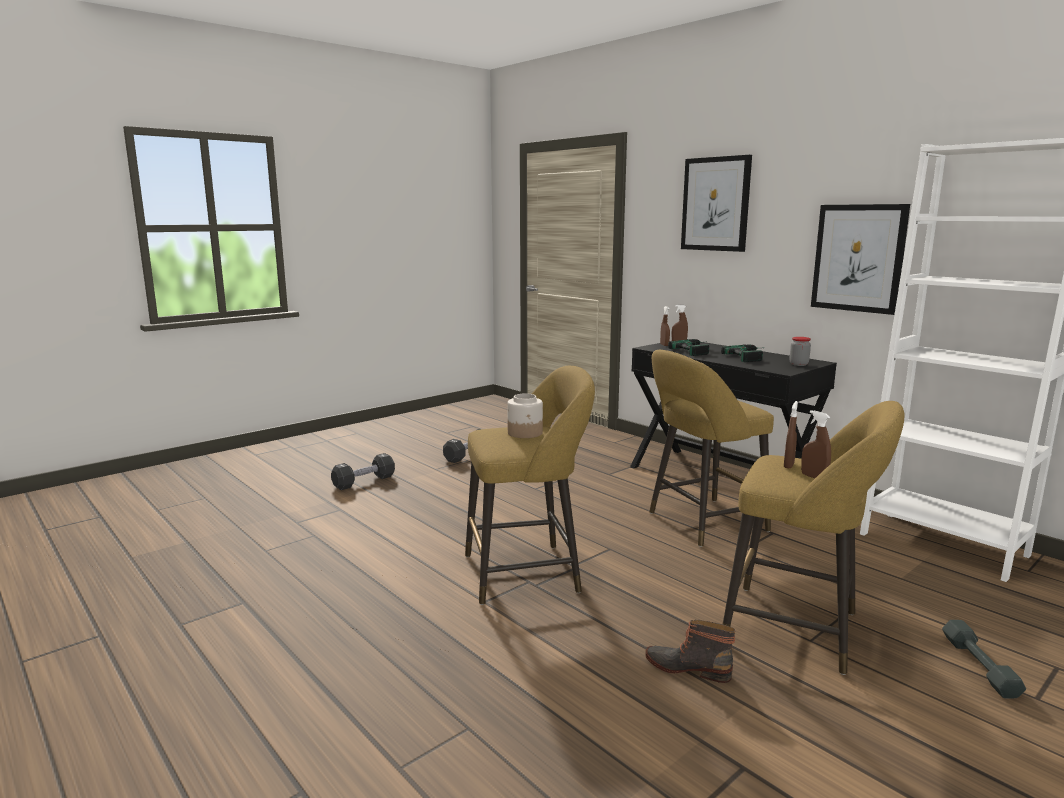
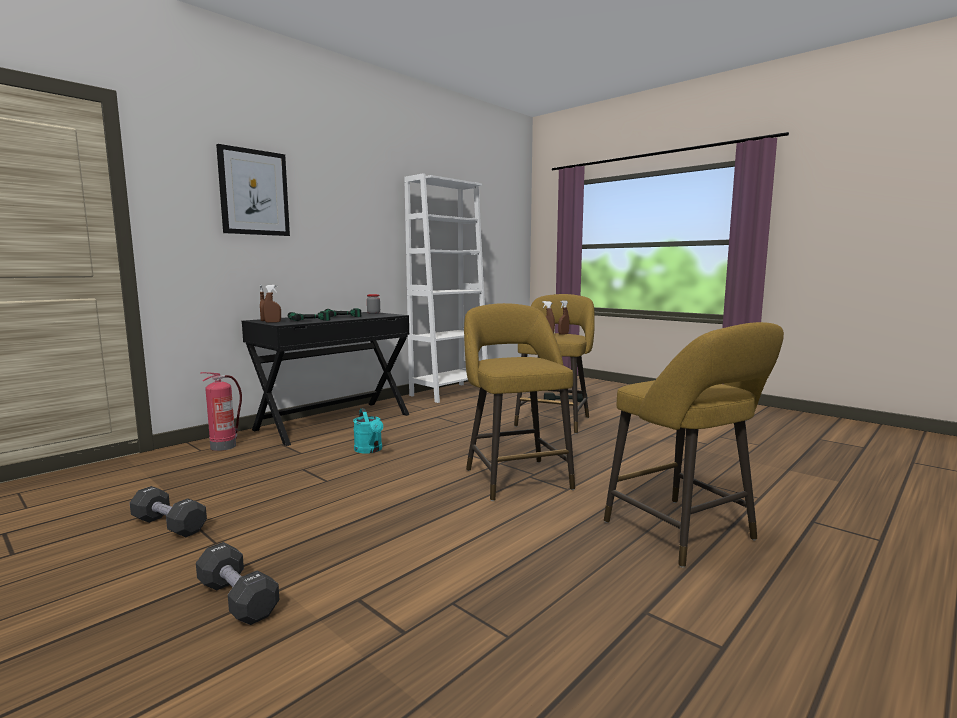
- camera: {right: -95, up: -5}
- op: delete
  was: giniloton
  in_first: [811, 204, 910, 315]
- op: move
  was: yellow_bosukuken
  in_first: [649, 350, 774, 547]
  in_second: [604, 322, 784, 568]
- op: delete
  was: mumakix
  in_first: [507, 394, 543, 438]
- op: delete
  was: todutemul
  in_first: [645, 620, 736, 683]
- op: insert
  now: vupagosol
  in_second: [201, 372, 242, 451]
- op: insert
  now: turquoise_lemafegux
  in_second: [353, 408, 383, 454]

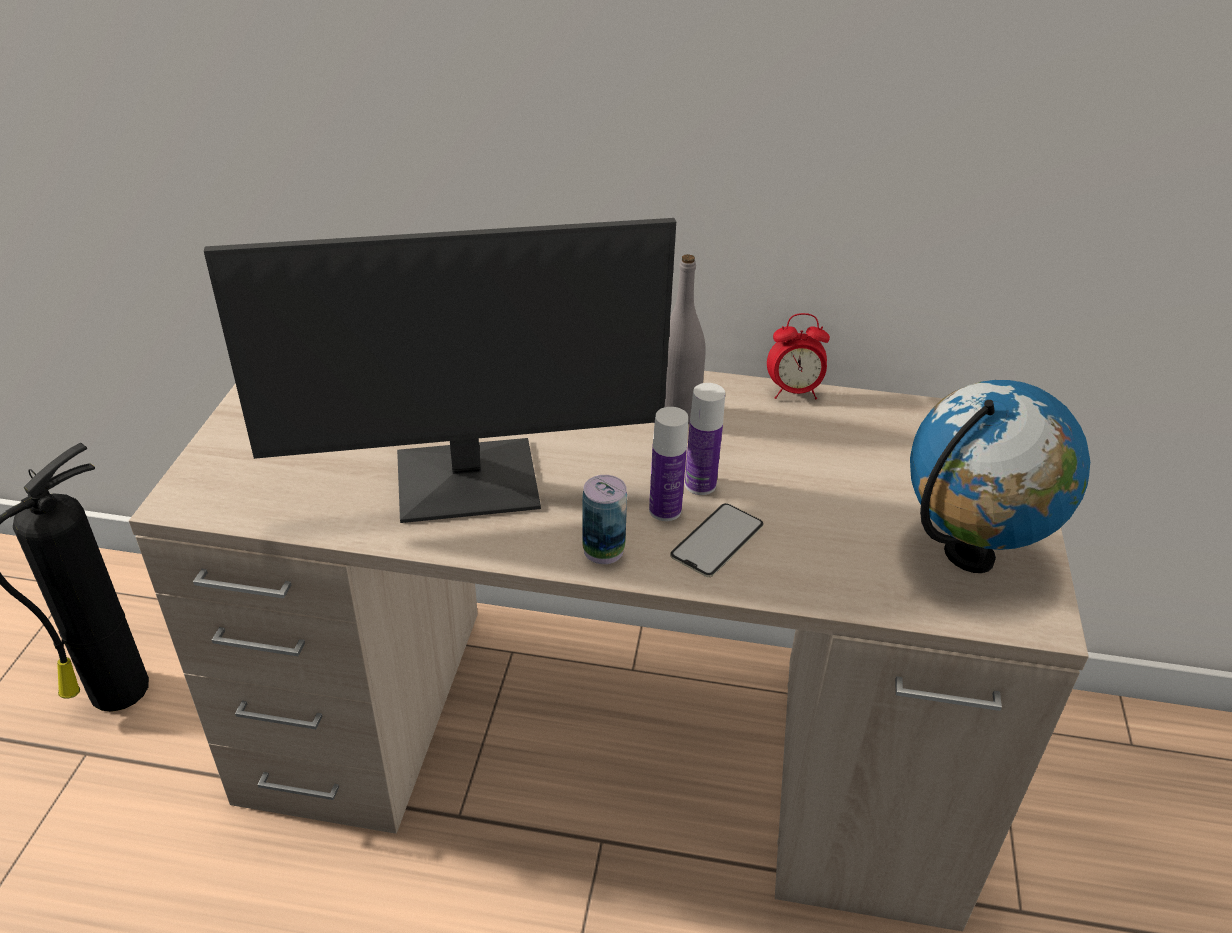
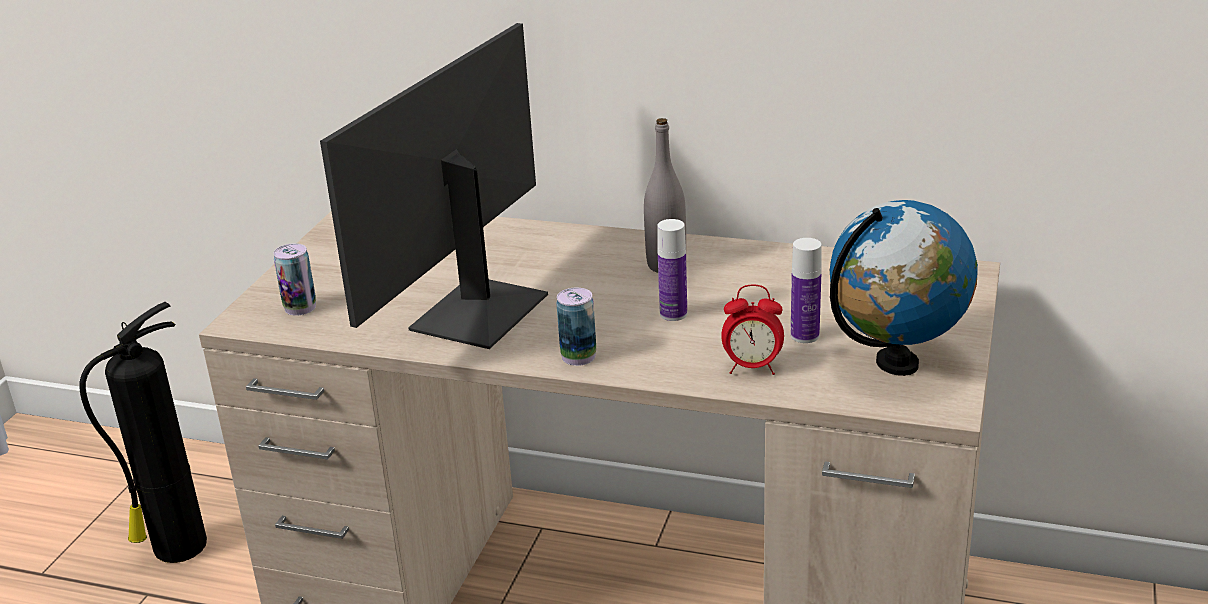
- camera: {right: 10, up: -10}
- op: rotate
  was: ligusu
  in_first: [204, 218, 676, 523]
  in_second: [320, 23, 548, 349]
  clockwise: 120
- op: move
  was: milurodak
  in_first: [767, 313, 830, 399]
  in_second: [721, 284, 784, 375]
- op: move
  was: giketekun
  in_first: [649, 407, 688, 521]
  in_second: [791, 238, 822, 343]
- op: delete
  was: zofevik
  in_first: [670, 503, 763, 577]
- op: insert
  now: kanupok
  in_second: [273, 243, 316, 316]

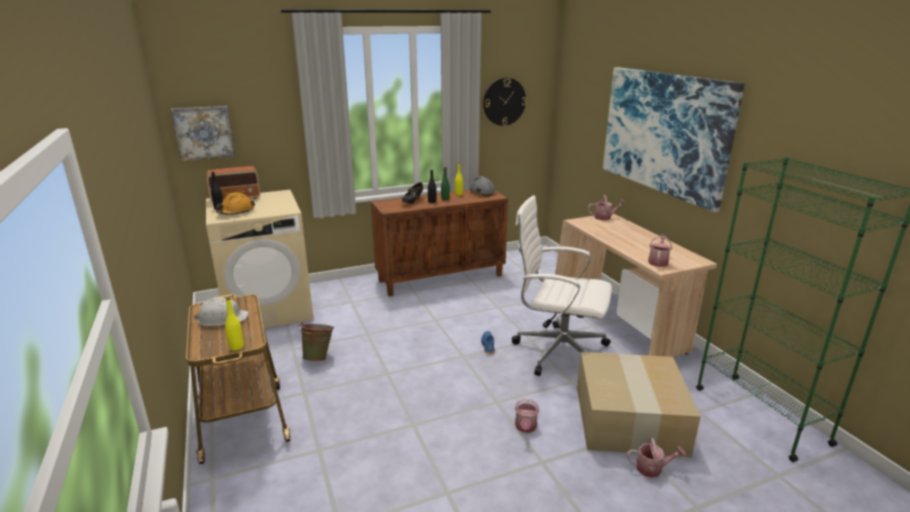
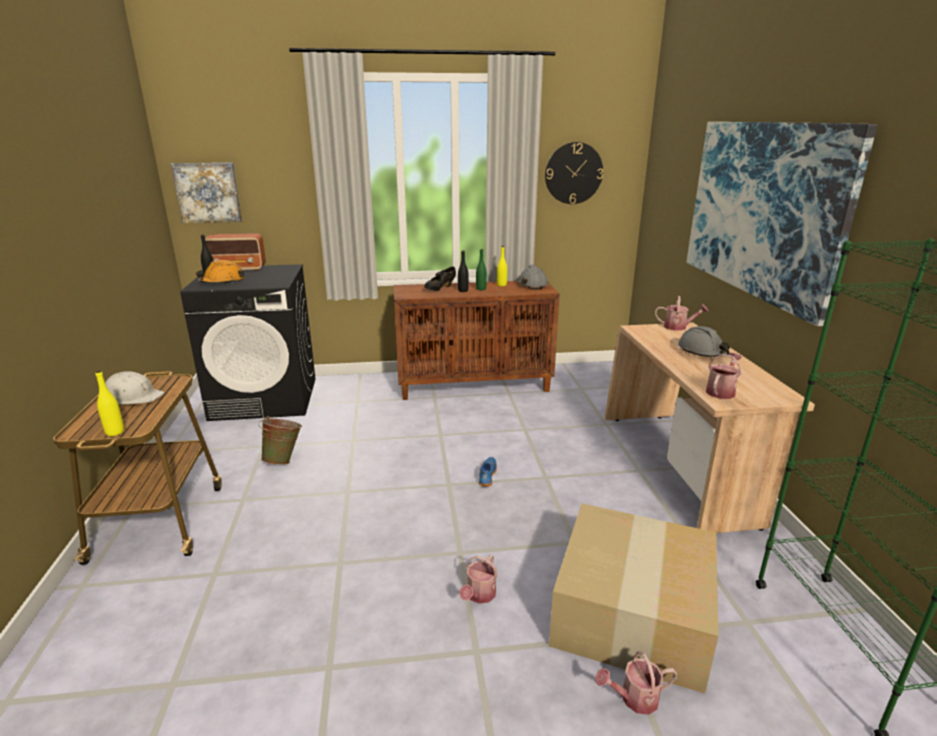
- camera: {right: 15, up: 0}
- op: recolor
  was: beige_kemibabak
  now: black_kemibabak
  in_first: [206, 190, 314, 331]
  in_second: [180, 264, 315, 421]
- op: delete
  was: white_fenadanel
  in_first: [512, 195, 612, 376]
- op: rotate
  was: lemafegux
  in_first: [626, 438, 686, 478]
  in_second: [595, 651, 678, 715]
  clockwise: 150
- op: insert
  now: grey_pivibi
  in_second: [678, 326, 730, 357]

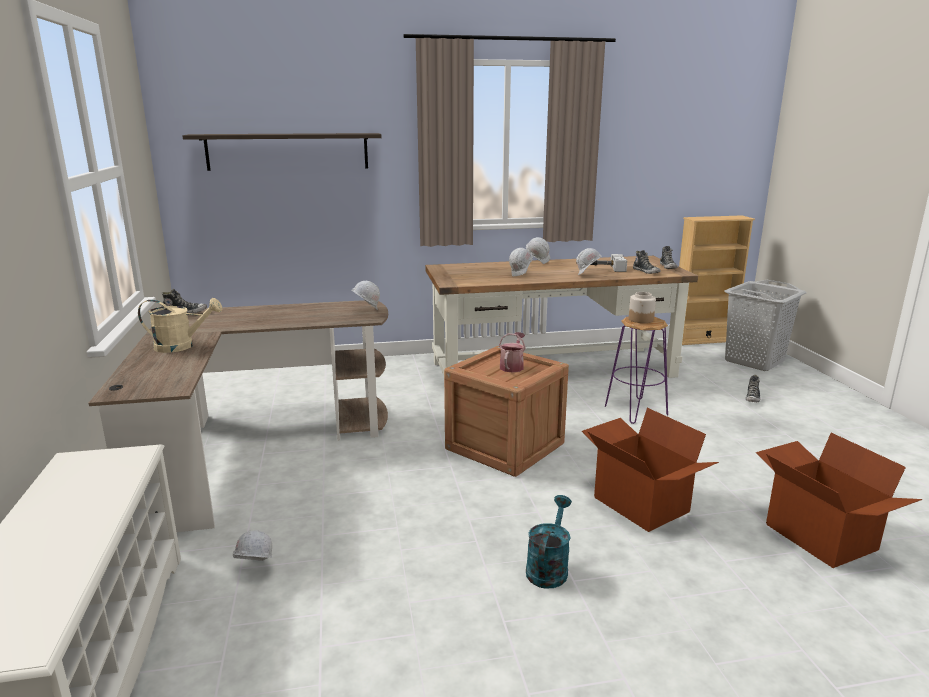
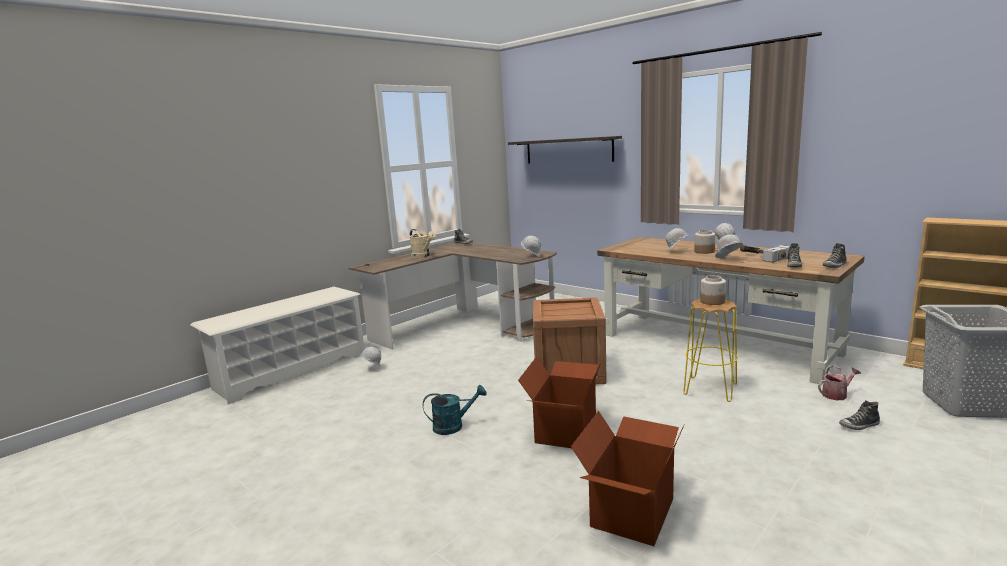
- camera: {right: 55, up: -5}
- op: recolor
  was: purple_bosukuken
  now: yellow_bosukuken
  in_first: [605, 317, 668, 424]
  in_second: [683, 299, 738, 402]
- op: move
  was: lemafegux
  in_first: [499, 332, 526, 372]
  in_second: [818, 365, 861, 400]
- op: insert
  now: mumakix
  in_second: [694, 230, 715, 254]

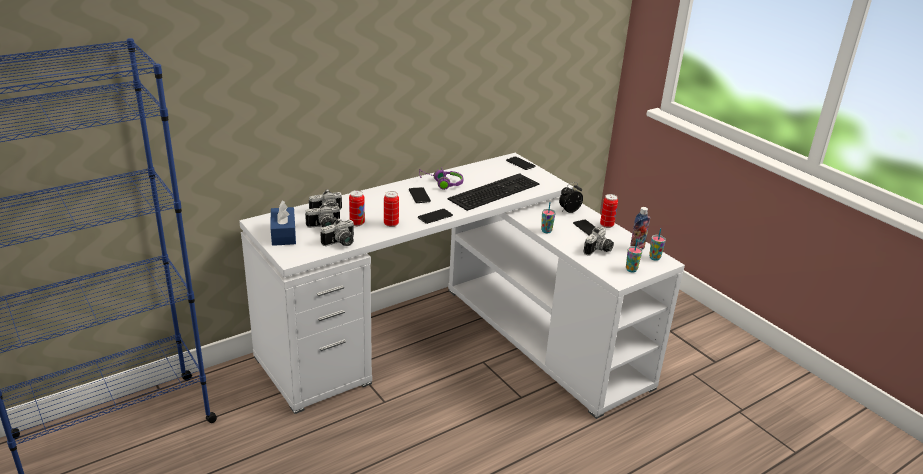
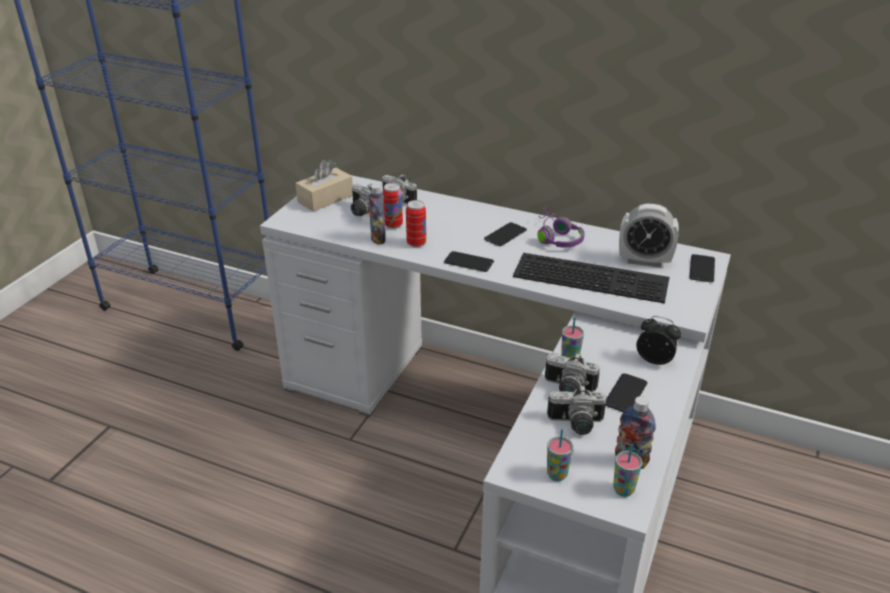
- camera: {right: 60, up: 5}
- op: delete
  was: kanupok
  in_first: [600, 194, 618, 228]
- op: recolor
  was: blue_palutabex
  now: beige_palutabex
  in_first: [271, 200, 296, 246]
  in_second: [295, 160, 353, 212]
- op: move
  was: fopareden
  in_first: [320, 218, 354, 246]
  in_second: [545, 353, 600, 392]
- op: insert
  now: giketekun
  in_second: [369, 184, 386, 245]
- op: insert
  now: milurodak
  in_second: [619, 204, 678, 267]

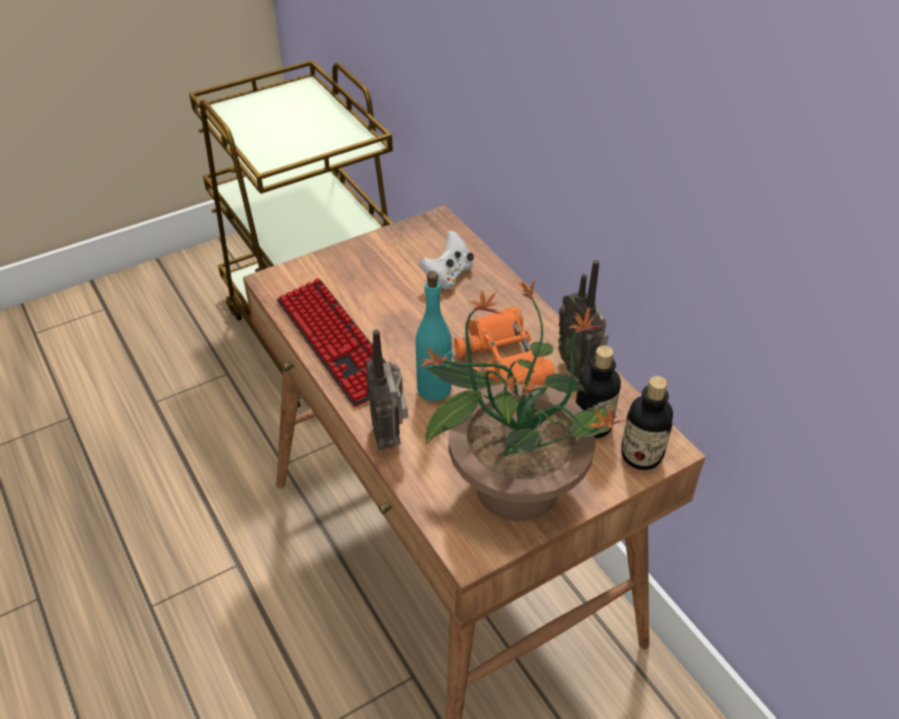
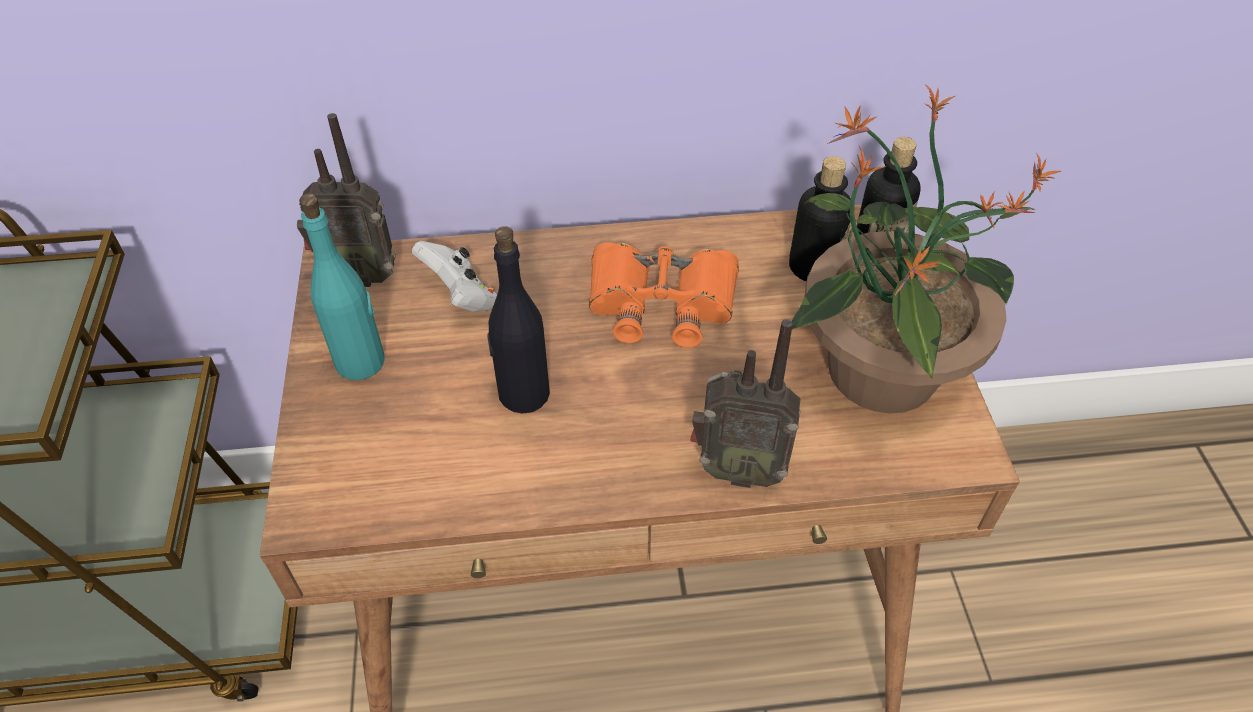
- camera: {right: -65, up: 5}
- op: move
  was: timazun
  in_first: [558, 260, 609, 379]
  in_second: [297, 113, 396, 287]
- op: move
  was: turquoise_giketekun
  in_first: [415, 271, 453, 401]
  in_second: [299, 193, 385, 380]
- op: delete
  was: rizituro
  in_first: [276, 278, 387, 407]
- op: insert
  now: black_giketekun
  in_second: [487, 226, 550, 413]

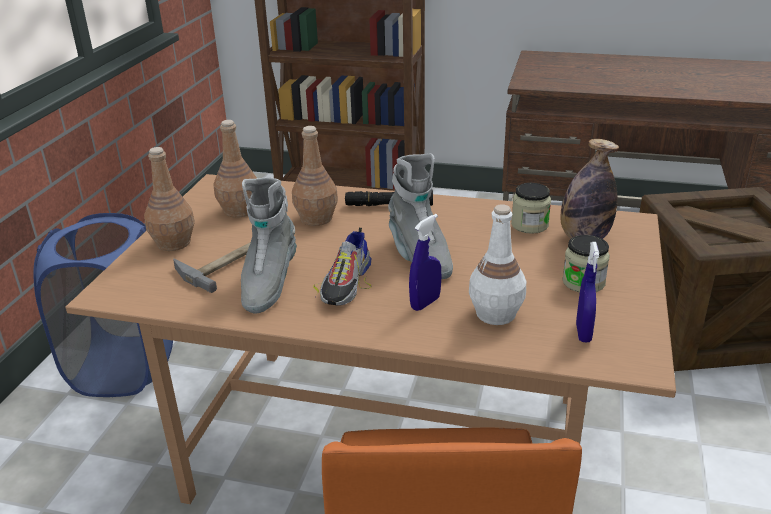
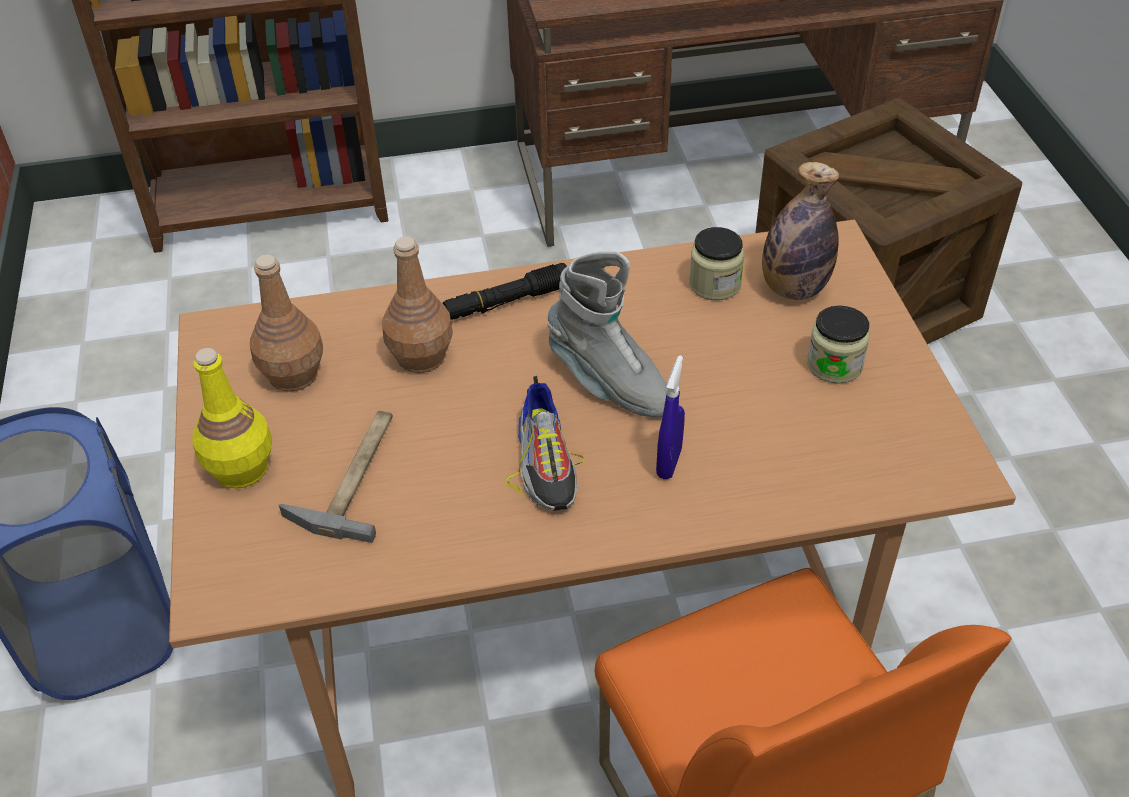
- camera: {right: -25, up: 15}
- op: recolor
  was: brown_giketekun
  now: yellow_giketekun
  in_first: [144, 147, 195, 251]
  in_second: [192, 348, 272, 488]
- op: delete
  was: grey_todutemul
  in_first: [241, 178, 297, 314]
- op: delete
  was: white_giketekun
  in_first: [469, 204, 526, 325]
- op: delete
  was: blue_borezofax
  in_first: [576, 242, 599, 343]

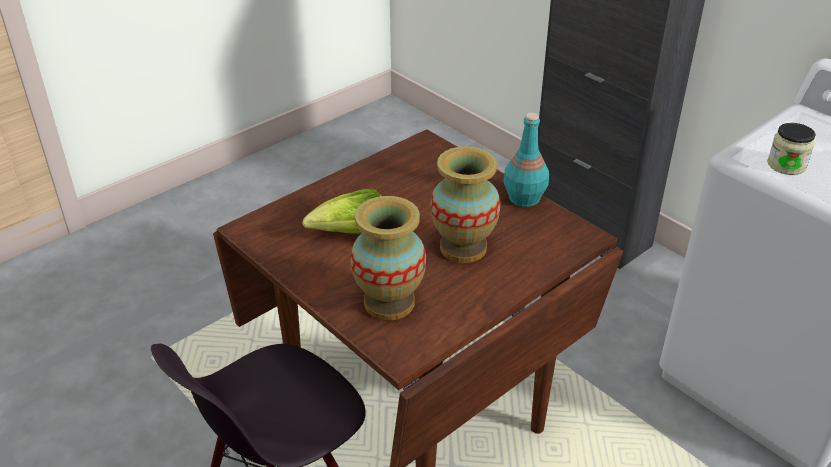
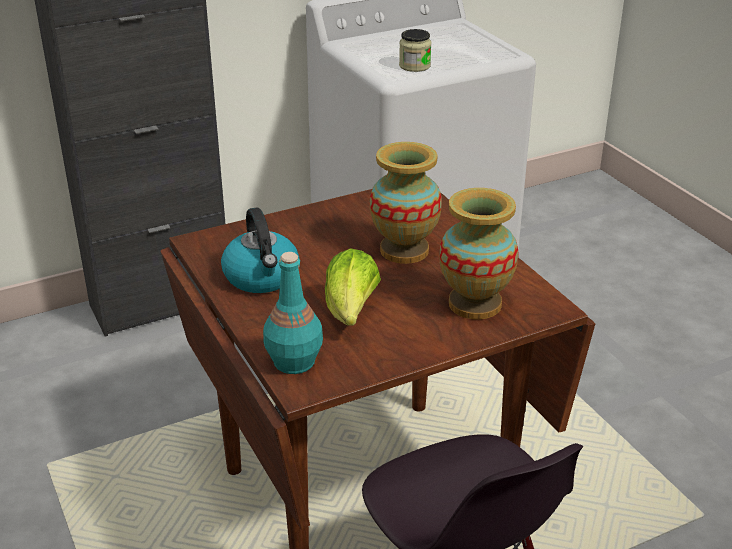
- camera: {right: -75, up: -5}
- op: move
  was: turquoise_giketekun
  in_first: [504, 113, 549, 207]
  in_second: [263, 252, 323, 374]
- op: insert
  now: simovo
  in_second: [221, 207, 299, 293]

